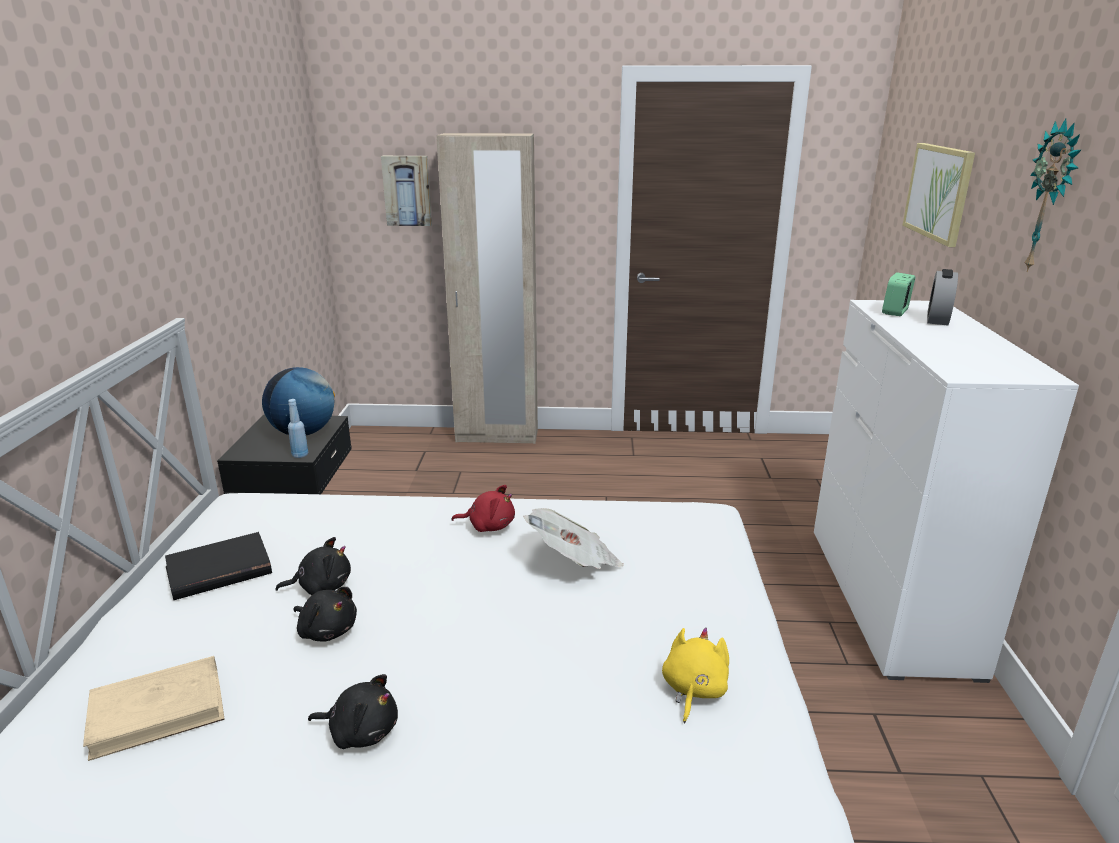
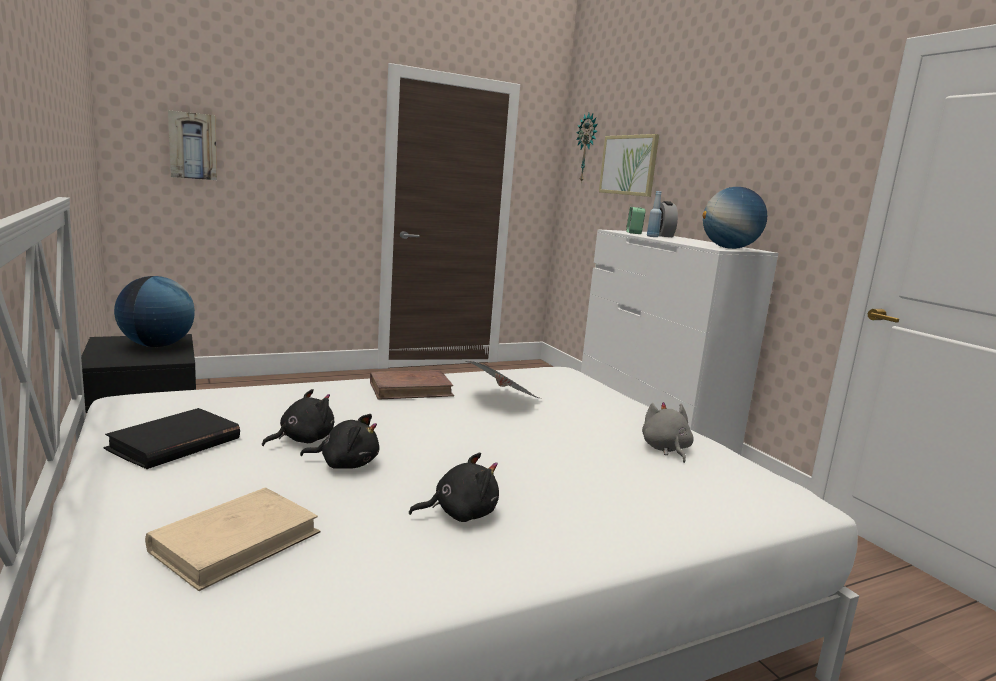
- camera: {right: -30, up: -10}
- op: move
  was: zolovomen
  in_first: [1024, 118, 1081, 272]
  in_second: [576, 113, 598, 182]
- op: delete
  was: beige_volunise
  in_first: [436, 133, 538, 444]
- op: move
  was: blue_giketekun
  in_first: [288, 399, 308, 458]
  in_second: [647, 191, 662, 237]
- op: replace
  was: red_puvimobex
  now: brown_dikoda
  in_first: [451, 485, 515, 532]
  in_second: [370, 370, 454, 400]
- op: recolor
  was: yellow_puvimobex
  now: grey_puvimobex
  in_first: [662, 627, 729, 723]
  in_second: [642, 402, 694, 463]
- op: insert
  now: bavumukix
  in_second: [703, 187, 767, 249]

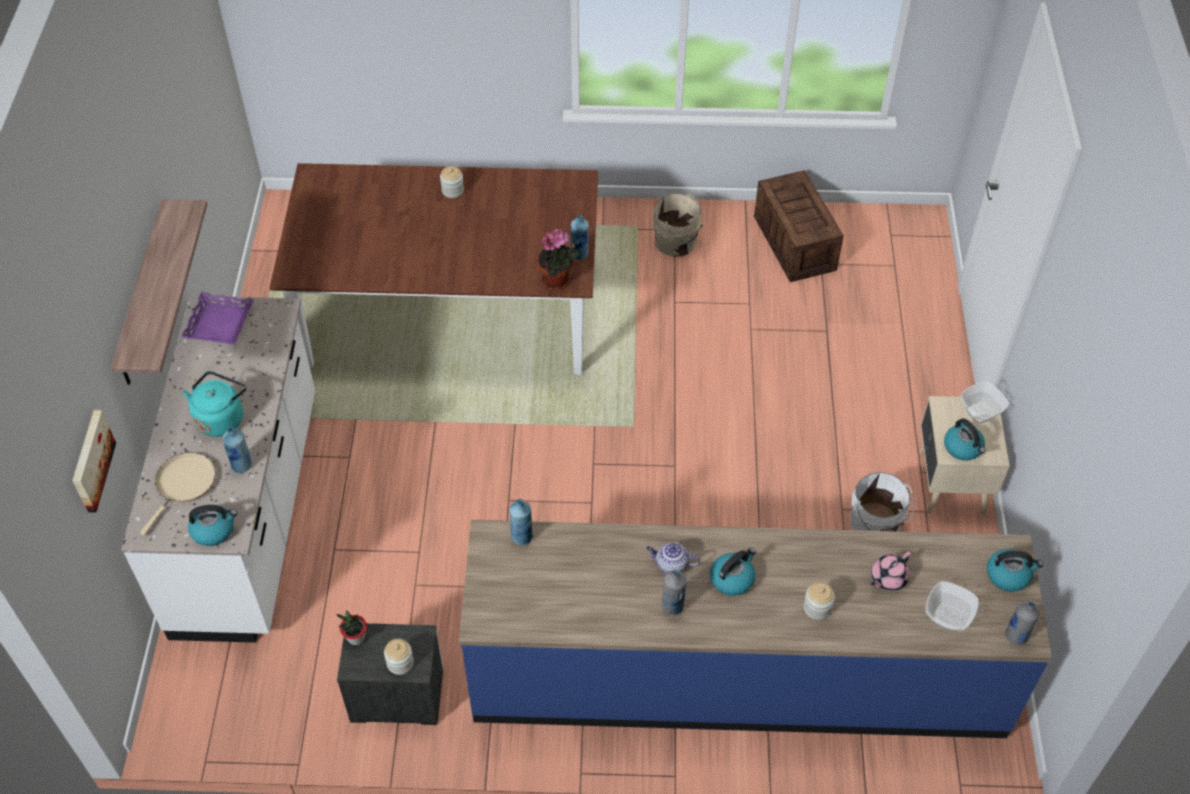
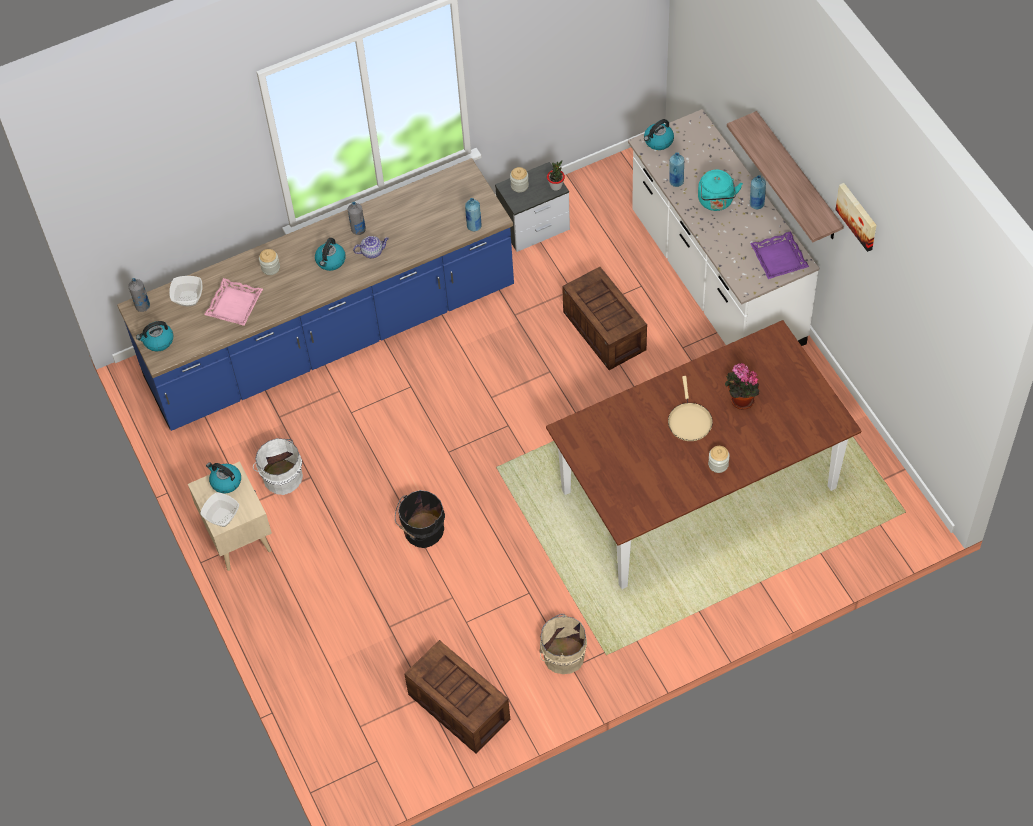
- camera: {right: 155, up: 5}
- op: move
  was: blue_giketekun
  in_first: [571, 215, 589, 260]
  in_second: [750, 175, 766, 209]
- op: move
  was: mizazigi
  in_first: [538, 229, 579, 290]
  in_second: [725, 363, 759, 410]
- op: move
  was: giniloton
  in_first: [72, 410, 116, 513]
  in_second: [835, 183, 877, 252]
- op: move
  was: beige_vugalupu
  in_first: [140, 452, 215, 536]
  in_second: [668, 376, 713, 441]
- op: replace
  was: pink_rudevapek
  now: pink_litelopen
  in_first: [871, 551, 911, 591]
  in_second: [204, 278, 263, 326]
- op: insert
  now: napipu
  in_second: [562, 267, 647, 370]
- op: insert
  now: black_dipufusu
  in_second: [395, 490, 445, 548]

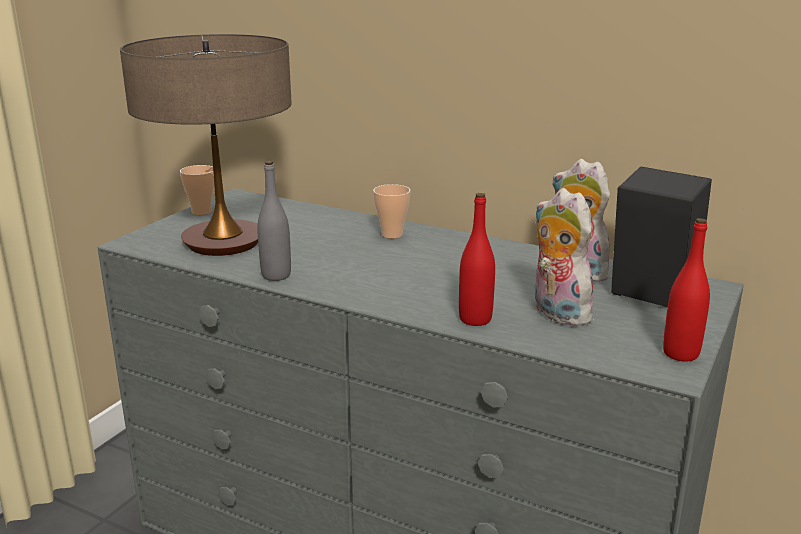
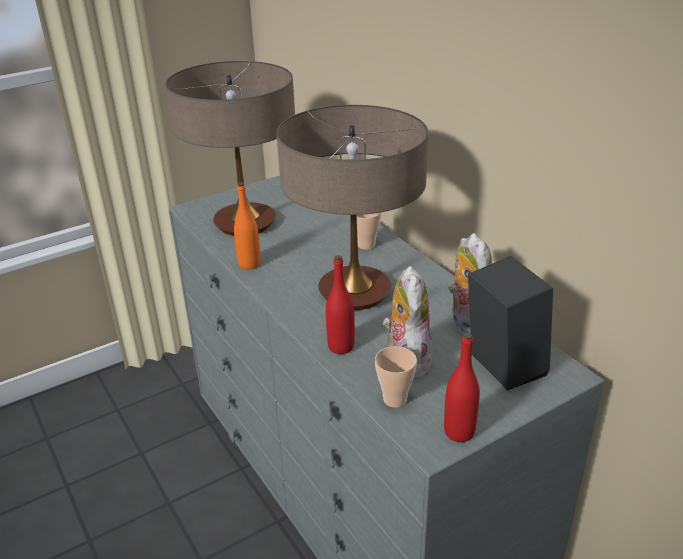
- camera: {right: 30, up: 10}
- op: recolor
  was: grey_giketekun
  now: orange_giketekun
  in_first: [257, 161, 291, 281]
  in_second: [234, 182, 261, 270]
- op: move
  was: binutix
  in_first: [180, 165, 214, 215]
  in_second: [375, 346, 417, 407]
- op: insert
  now: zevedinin
  in_second: [276, 105, 428, 310]

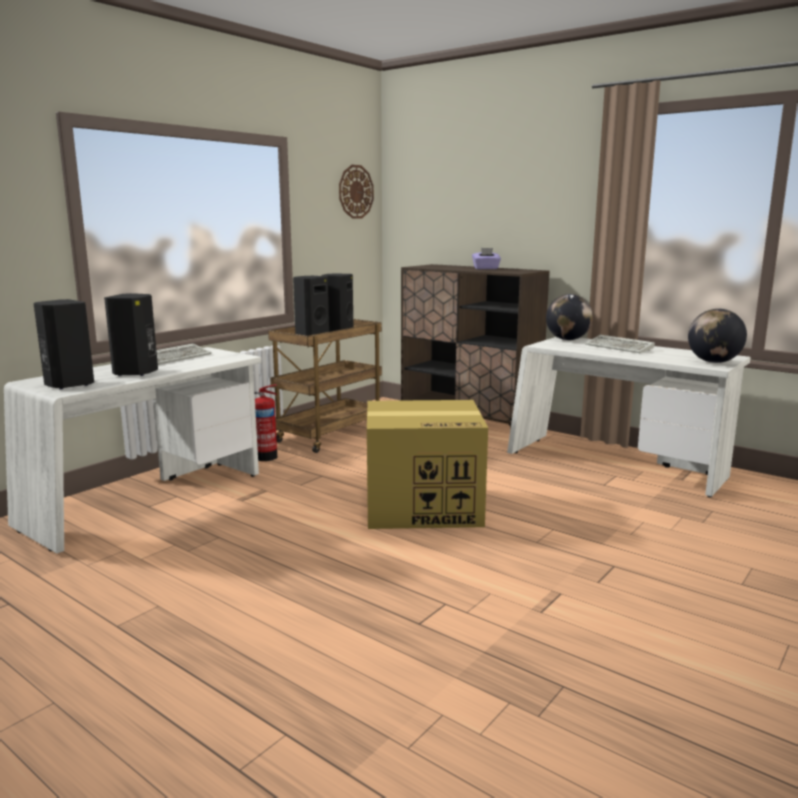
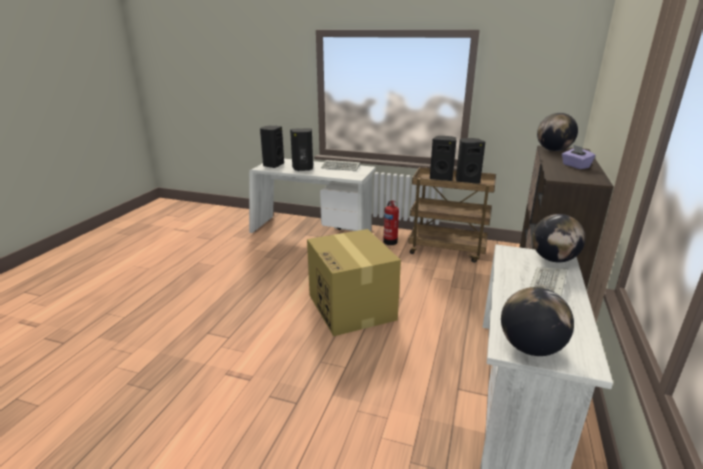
- camera: {right: 70, up: 10}
- op: delete
  was: zolovomen
  in_first: [339, 165, 374, 219]
- op: insert
  now: bavumukix
  in_second: [537, 113, 578, 151]

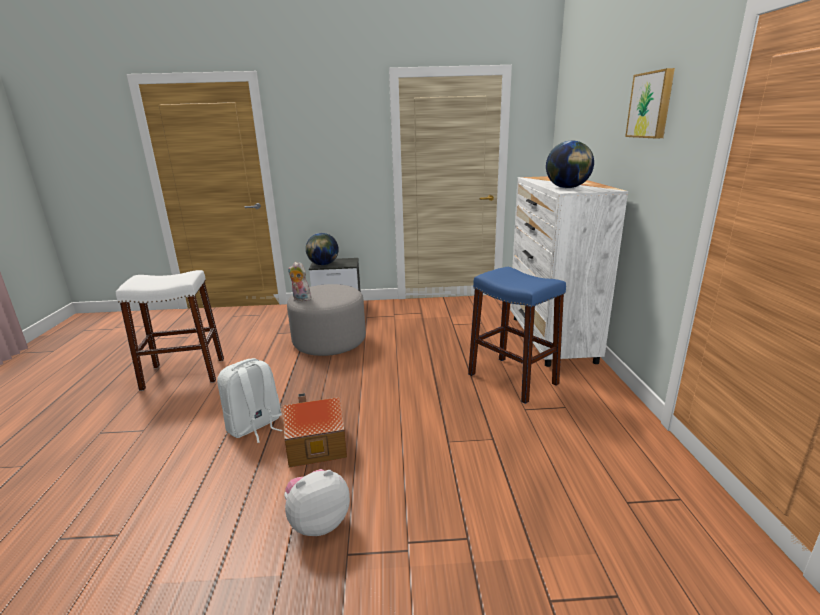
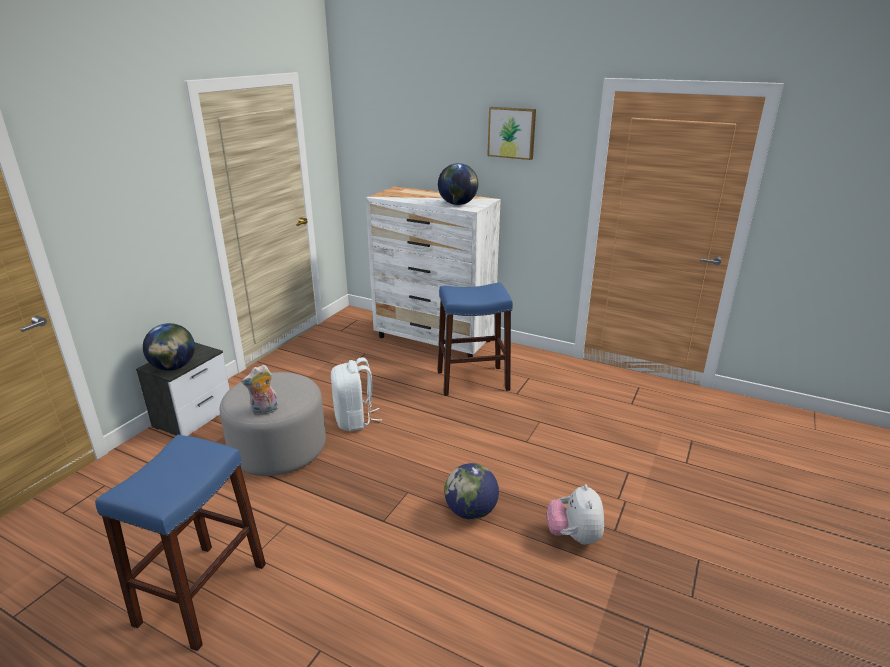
- camera: {right: -60, up: 5}
- op: recolor
  was: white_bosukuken
  now: blue_bosukuken
  in_first: [116, 270, 224, 391]
  in_second: [95, 435, 266, 651]
- op: move
  was: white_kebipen
  in_first: [217, 358, 282, 443]
  in_second: [331, 358, 382, 431]
- op: replace
  was: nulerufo
  now: bavumukix
  in_first: [283, 393, 347, 468]
  in_second: [444, 463, 499, 520]

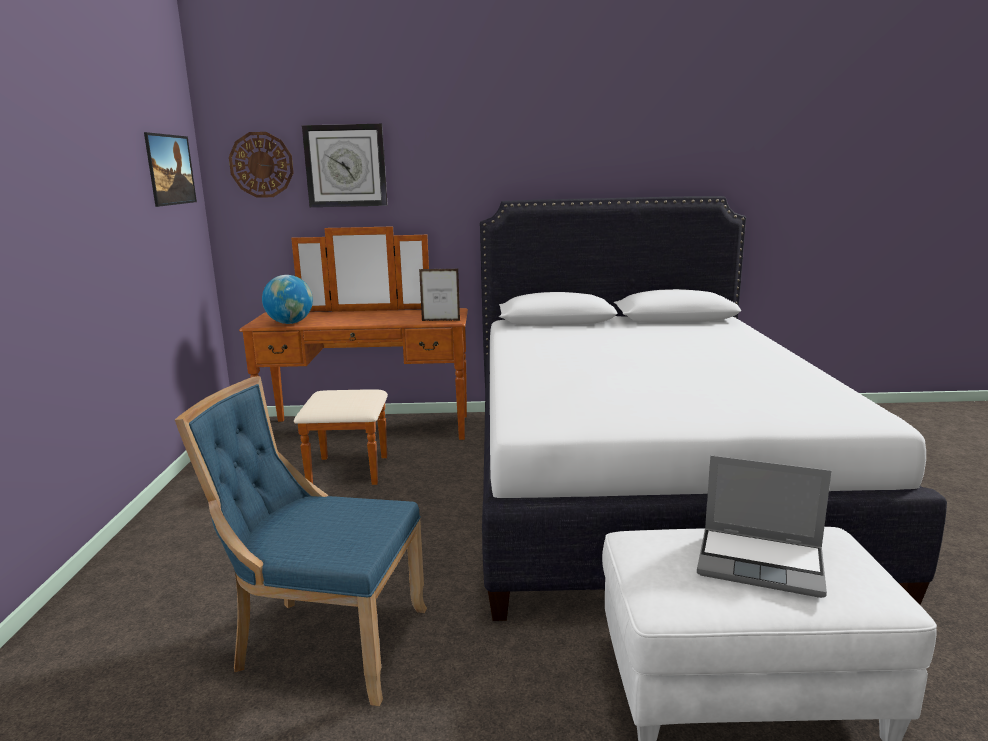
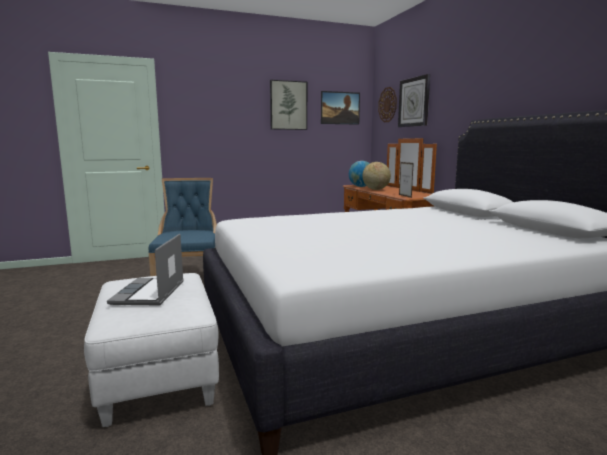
- camera: {right: 70, up: -5}
- op: insert
  now: giniloton
  in_second: [270, 80, 307, 130]
- op: insert
  now: bavumukix
  in_second: [362, 162, 391, 190]

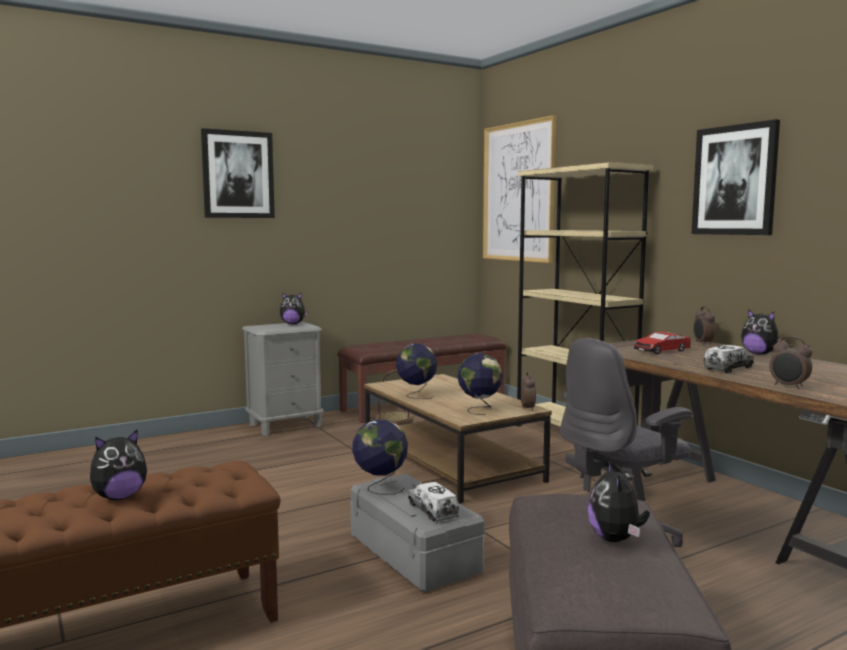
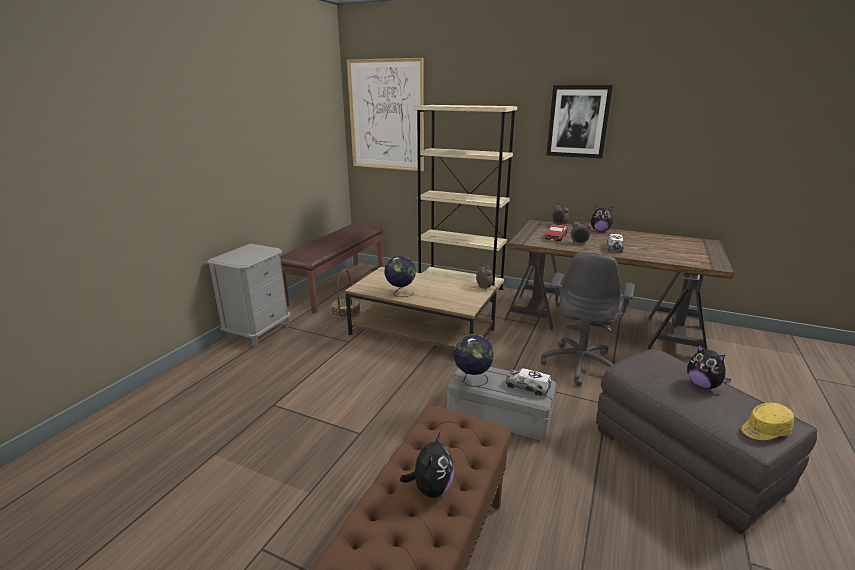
- camera: {right: -35, up: 15}
- op: delete
  was: giniloton
  in_first: [201, 128, 275, 218]
- op: delete
  was: puvimobex
  in_first: [280, 292, 308, 324]
- op: move
  was: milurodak
  in_first: [769, 336, 812, 389]
  in_second: [571, 219, 591, 245]
- op: delete
  was: bavumukix
  in_first: [457, 353, 503, 415]
- op: insert
  now: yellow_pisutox
  in_second: [741, 403, 794, 440]

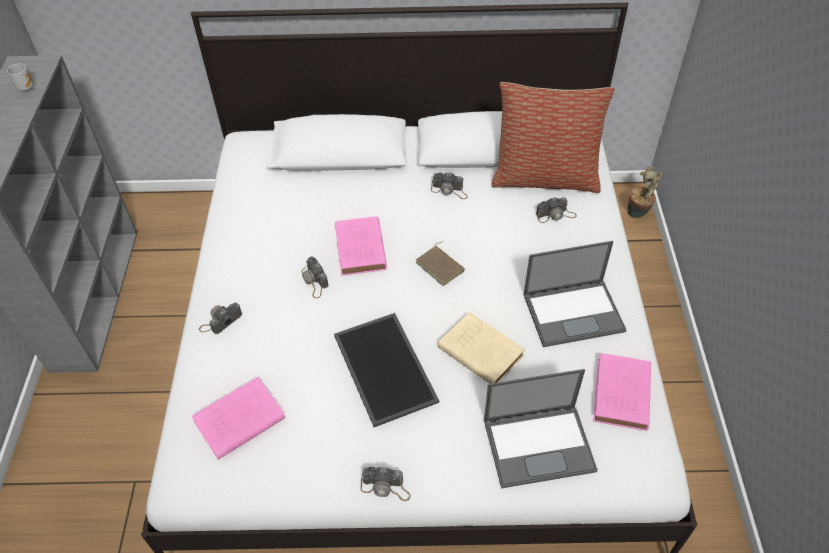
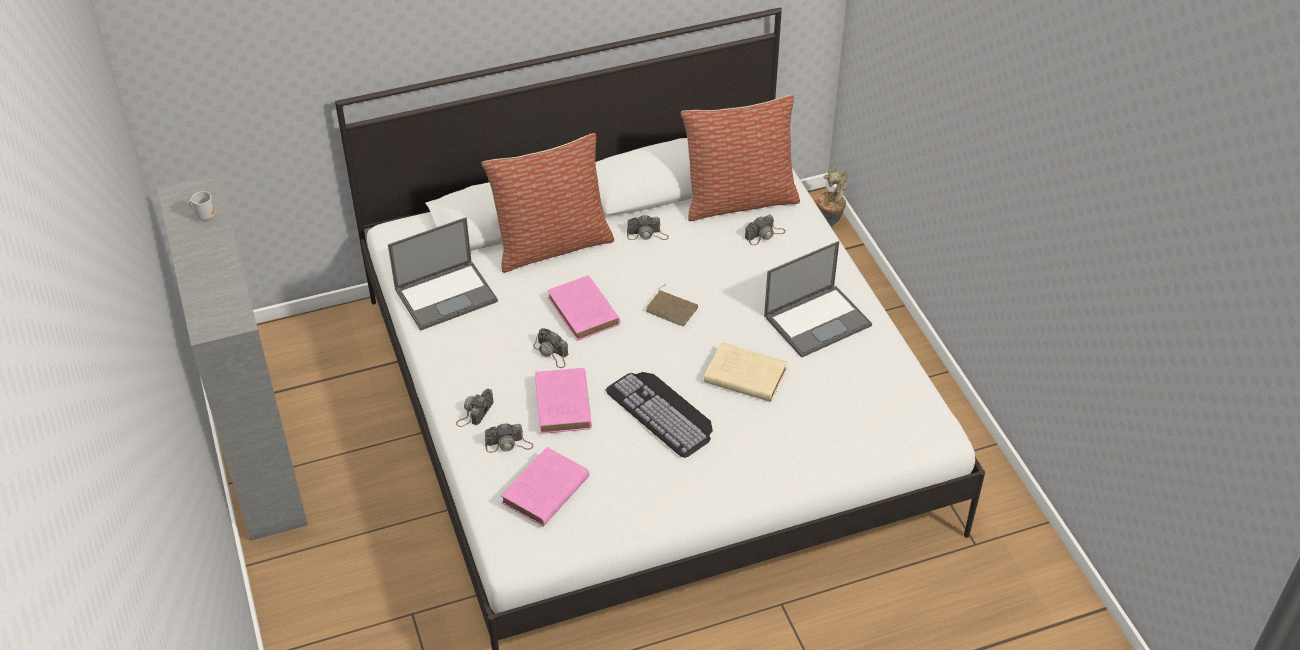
- camera: {right: -20, up: -5}
- op: replace
  was: litelopen
  now: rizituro
  in_first: [334, 313, 439, 427]
  in_second: [606, 372, 713, 458]
- op: move
  was: pink_dikoda
  in_first: [593, 353, 651, 431]
  in_second: [535, 368, 592, 434]
- op: move
  was: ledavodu
  in_first: [484, 369, 598, 488]
  in_second: [388, 217, 498, 331]
- op: move
  was: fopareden
  in_first: [360, 467, 411, 501]
  in_second: [485, 423, 533, 453]
- op: insert
  now: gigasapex
  in_second: [482, 133, 614, 273]

